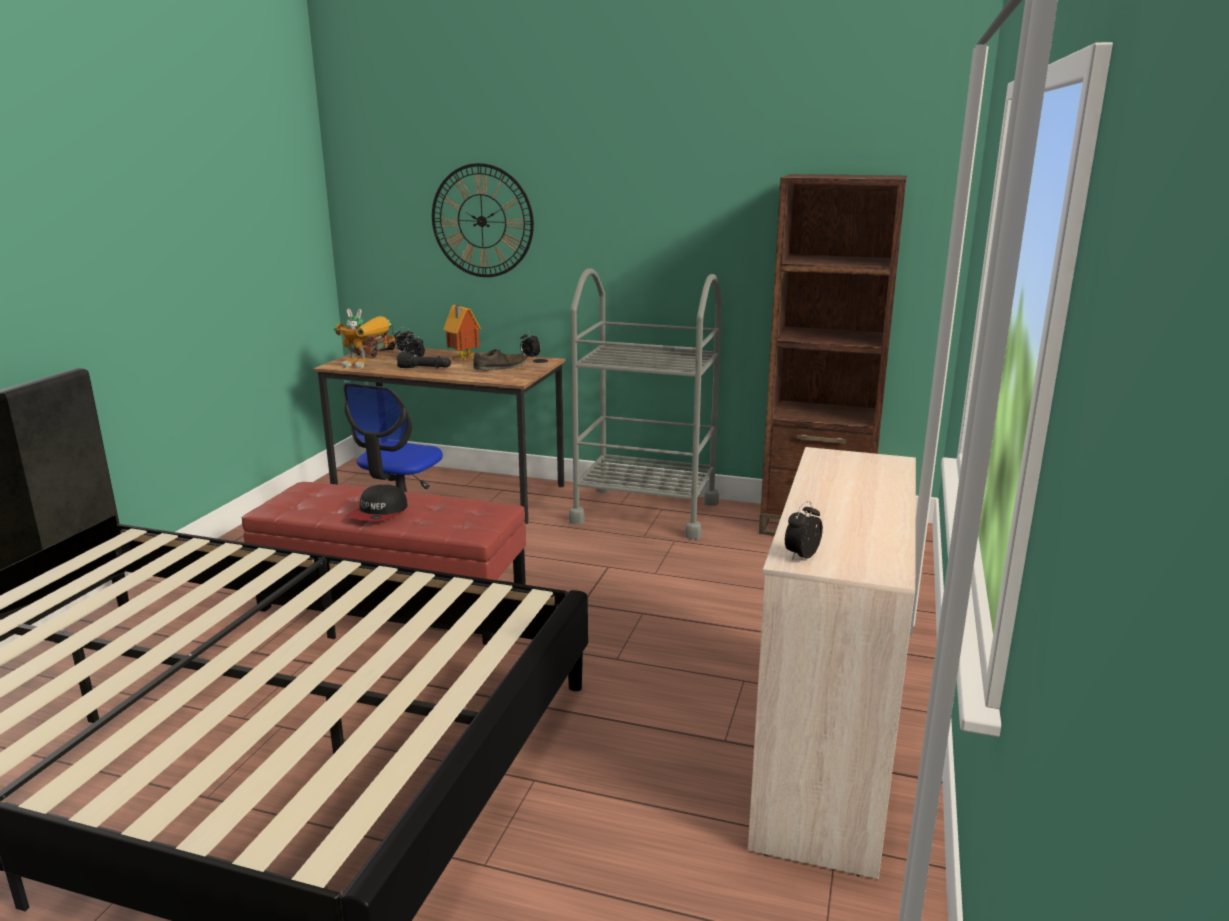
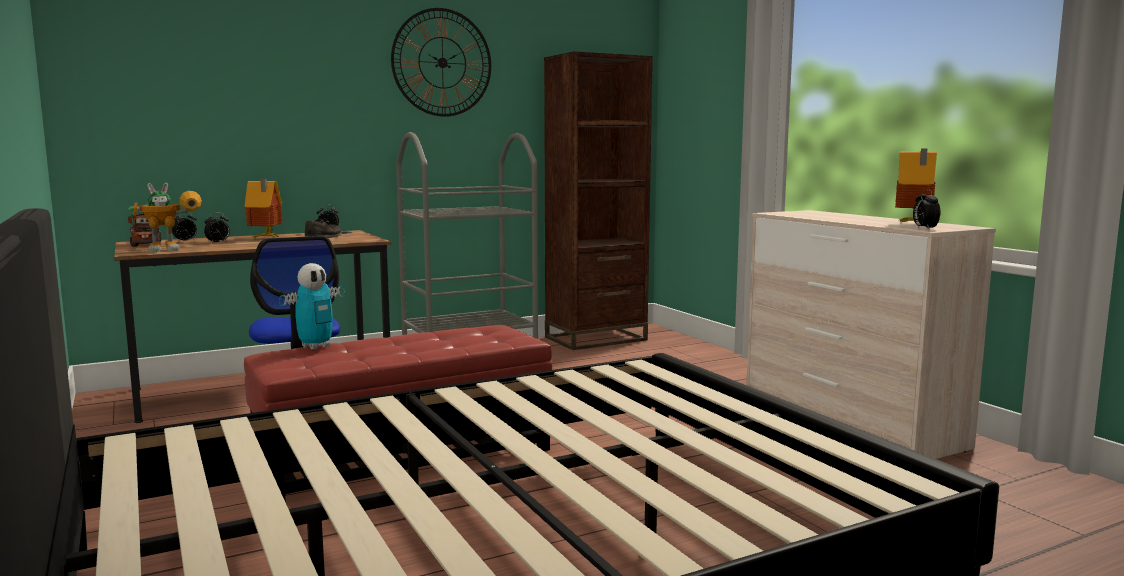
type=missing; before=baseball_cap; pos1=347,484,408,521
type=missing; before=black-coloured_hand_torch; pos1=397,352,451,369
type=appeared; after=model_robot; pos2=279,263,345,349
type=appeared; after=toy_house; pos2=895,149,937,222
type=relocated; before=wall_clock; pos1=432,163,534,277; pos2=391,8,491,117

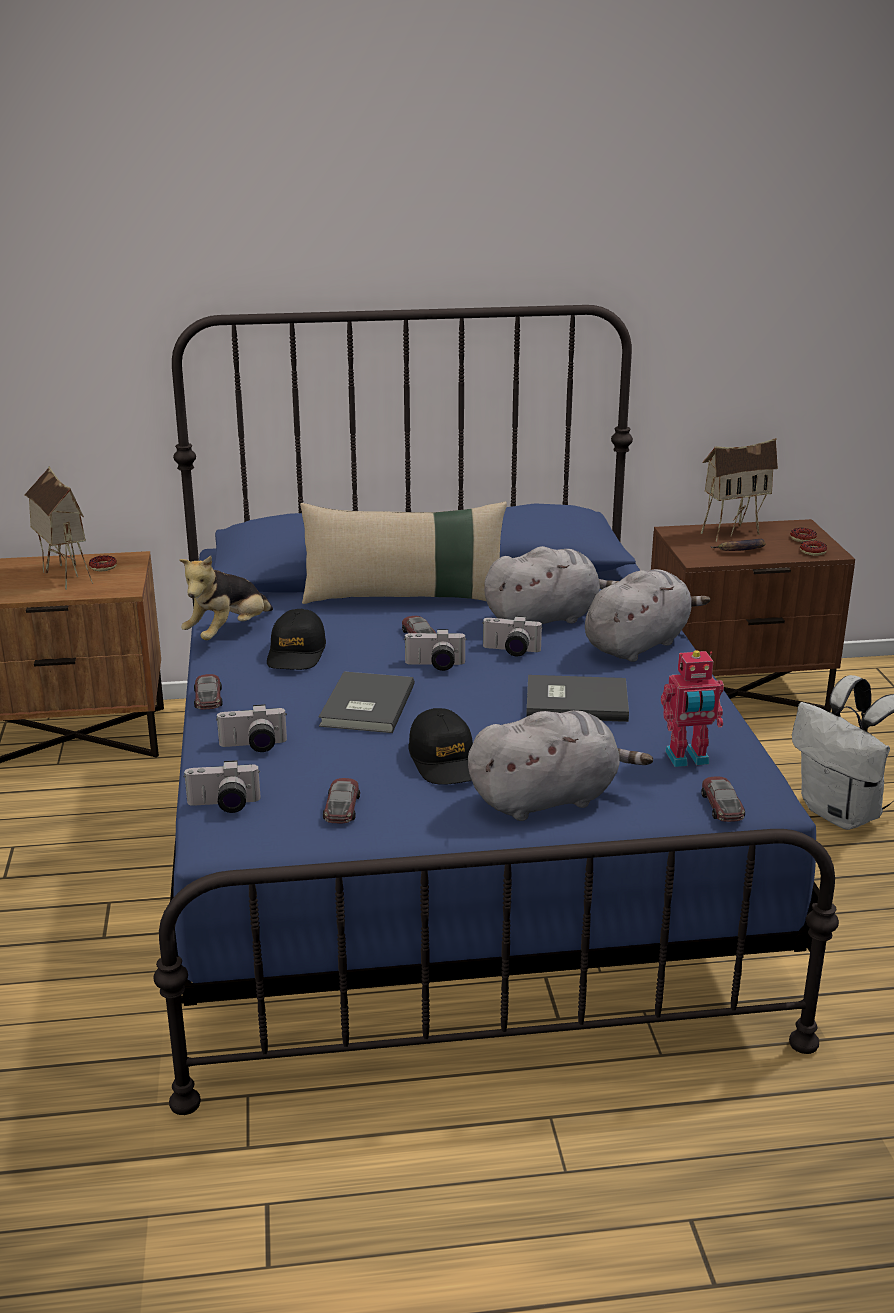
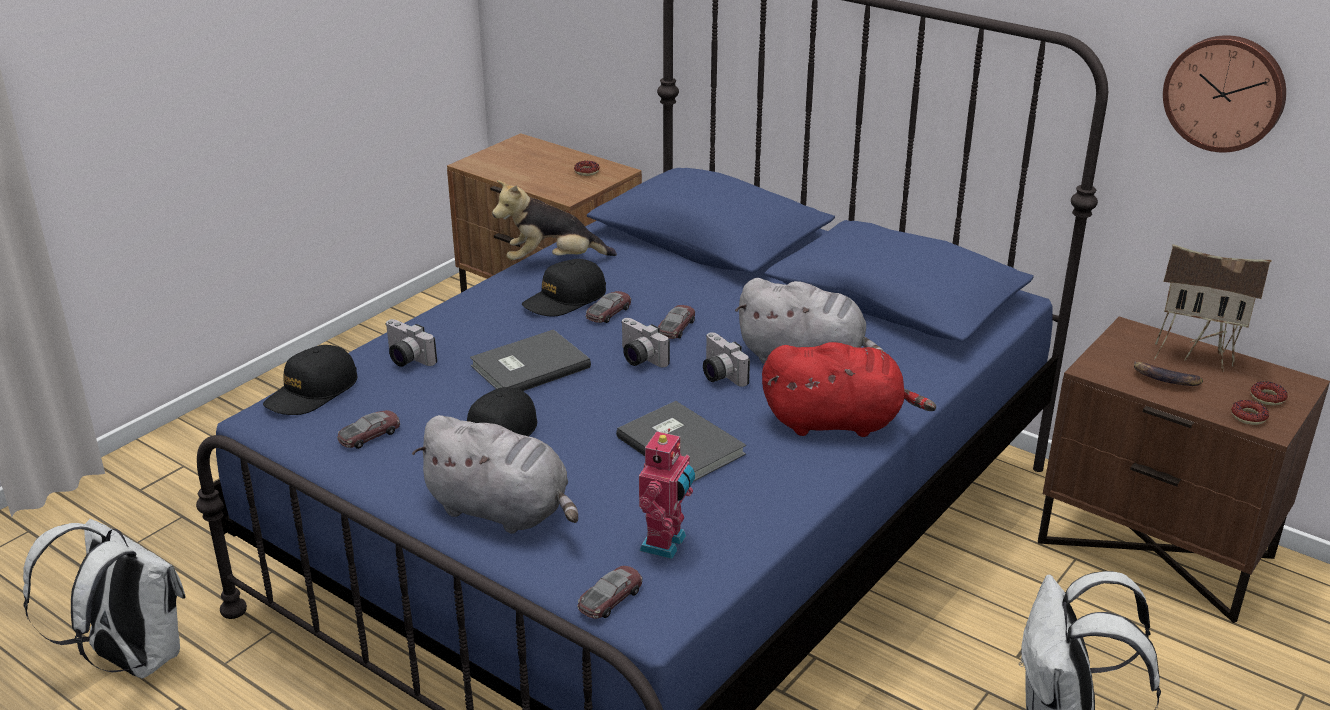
type=missing; before=toy_house; pos1=24,467,93,590
type=missing; before=beige-coloured_cushion; pos1=300,502,507,604
type=appeared; after=white-coloured_rucksack; pos2=23,519,186,679
type=appeared; after=wall_clock; pos2=1163,35,1286,152
type=relocated; before=miniature_car; pos1=194,674,223,710; pos2=586,291,631,323
type=exchanged; before=still_camera; after=black-coloured_baseball_cap; pos1=183,760,261,813; pos2=263,345,357,415
type=colour; before=gray_plush_toy; after=red_plush_toy; pos1=585,569,710,662; pos2=762,342,936,437
type=spun; before=model_robot; pos1=661,650,724,767; pos2=639,429,695,559; turn=-105

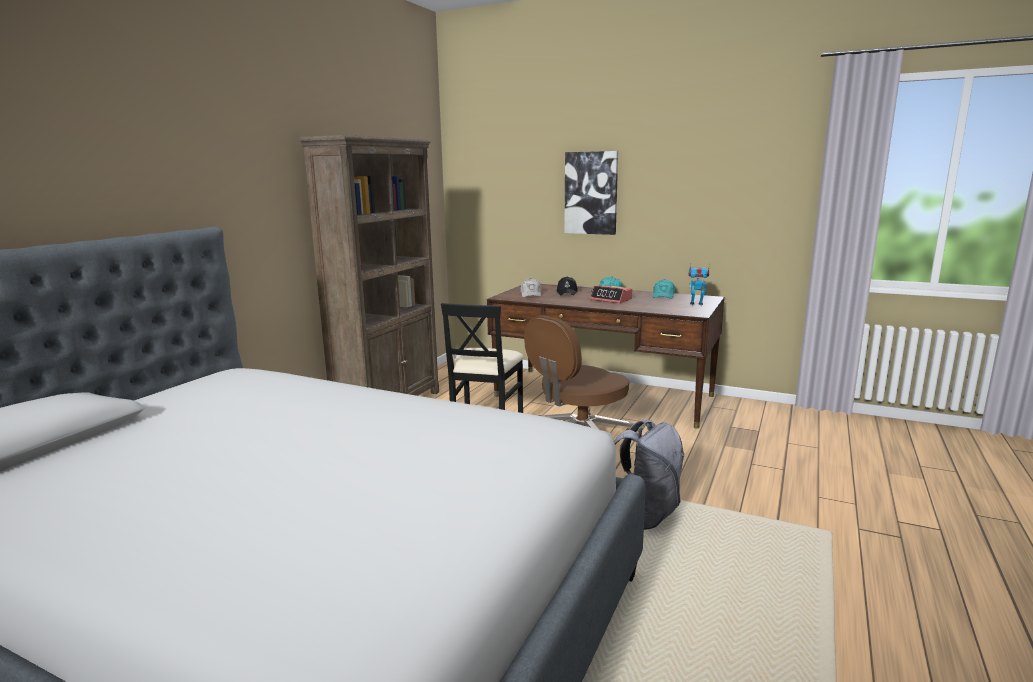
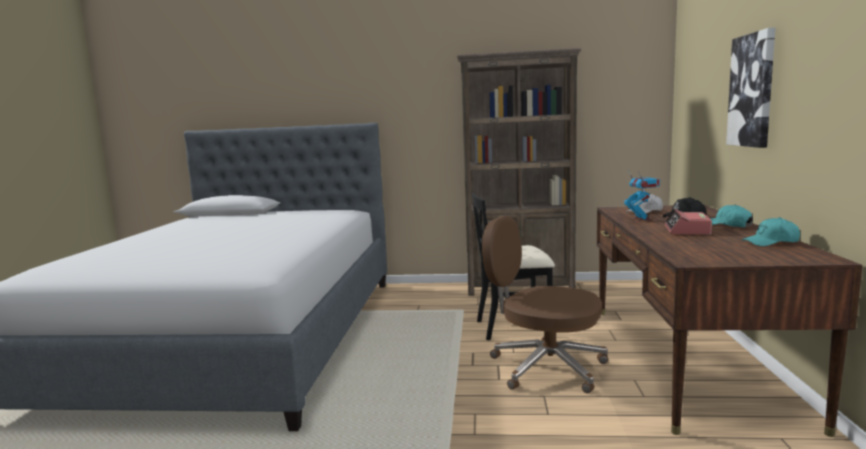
type=missing; before=gray_rucksack; pos1=614,420,684,530
type=relocated; before=model_robot; pos1=689,263,710,306; pos2=624,170,660,221

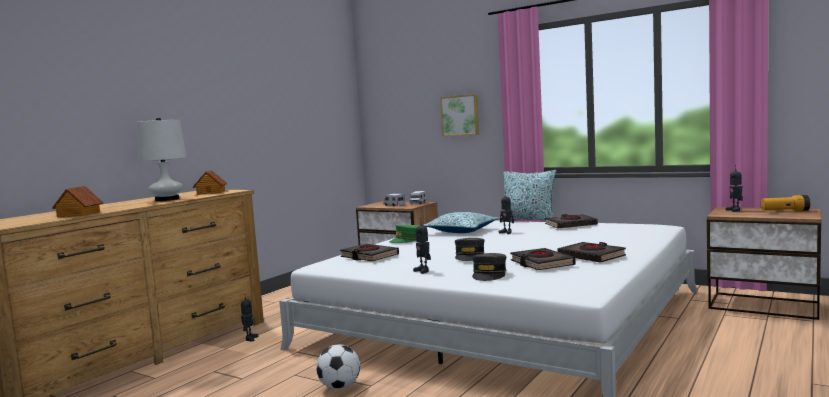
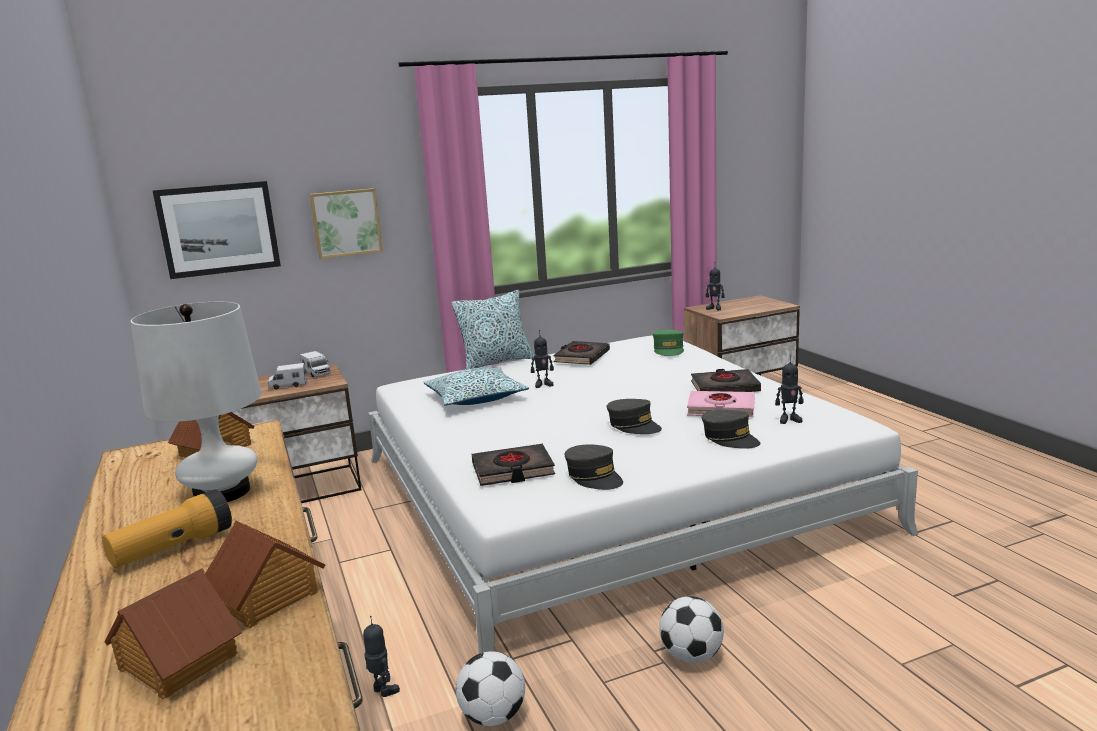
type=appeared; after=toy_house; pos2=104,568,242,699
type=appeared; after=picture; pos2=153,181,281,279
type=appeared; after=ball_for_football; pos2=456,651,525,726
type=appeared; after=gray_baseball_cap; pos2=565,444,623,490
type=relocated; before=green_baseball_cap; pos1=389,225,420,243; pos2=653,330,684,356
type=relocated; before=model_robot; pos1=413,218,431,274; pos2=775,355,804,424
type=relocated; before=hand_torch; pos1=761,195,811,211; pos2=102,489,232,568
type=colour; before=black-coloured_bound_book; after=pink_bound_book; pos1=510,248,576,270; pos2=687,391,755,417

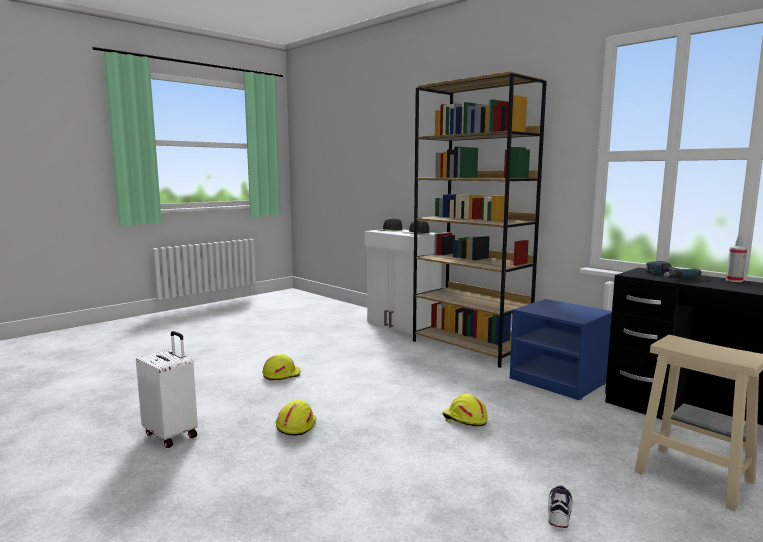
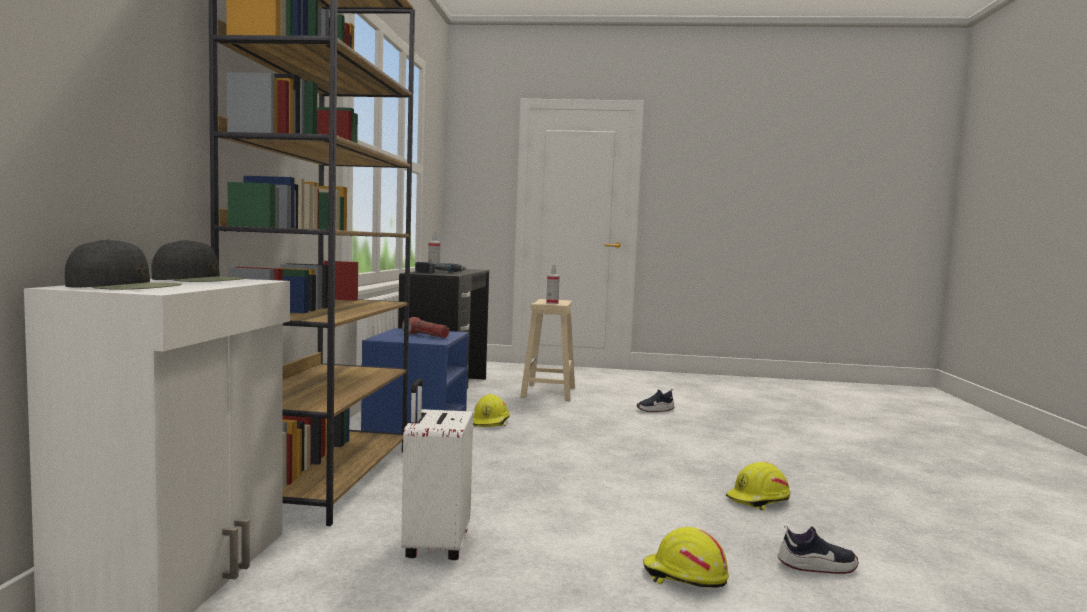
type=appeared; after=hand_torch; pos2=402,317,449,338
type=appeared; after=hand_sprayer; pos2=546,265,560,304
type=appeared; after=shoe; pos2=778,525,859,574
type=relocated; before=white-coloured_piece_of_luggage; pos1=136,331,198,448; pos2=401,378,473,560
type=relocated; before=yellowish_safety_helmet; pos1=443,394,488,426; pos2=473,394,510,427

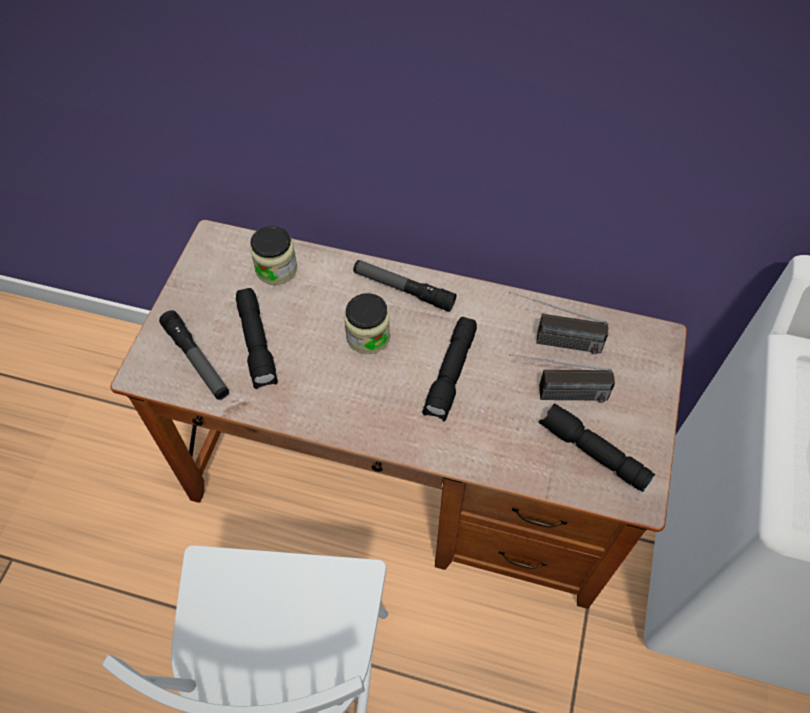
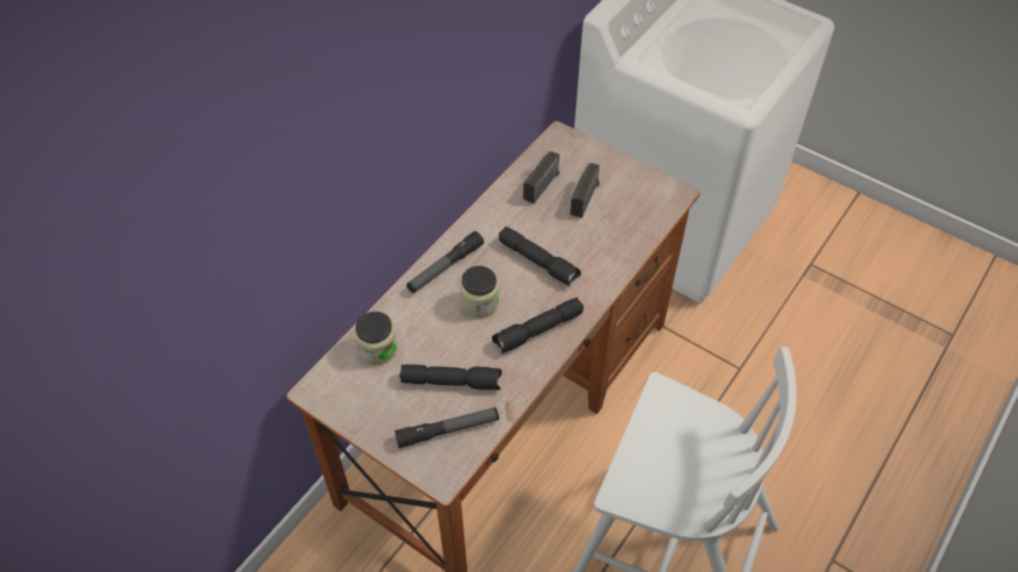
type=relocated; before=black-coloured_hand_torch; pos1=539,404,655,492; pos2=492,297,584,354

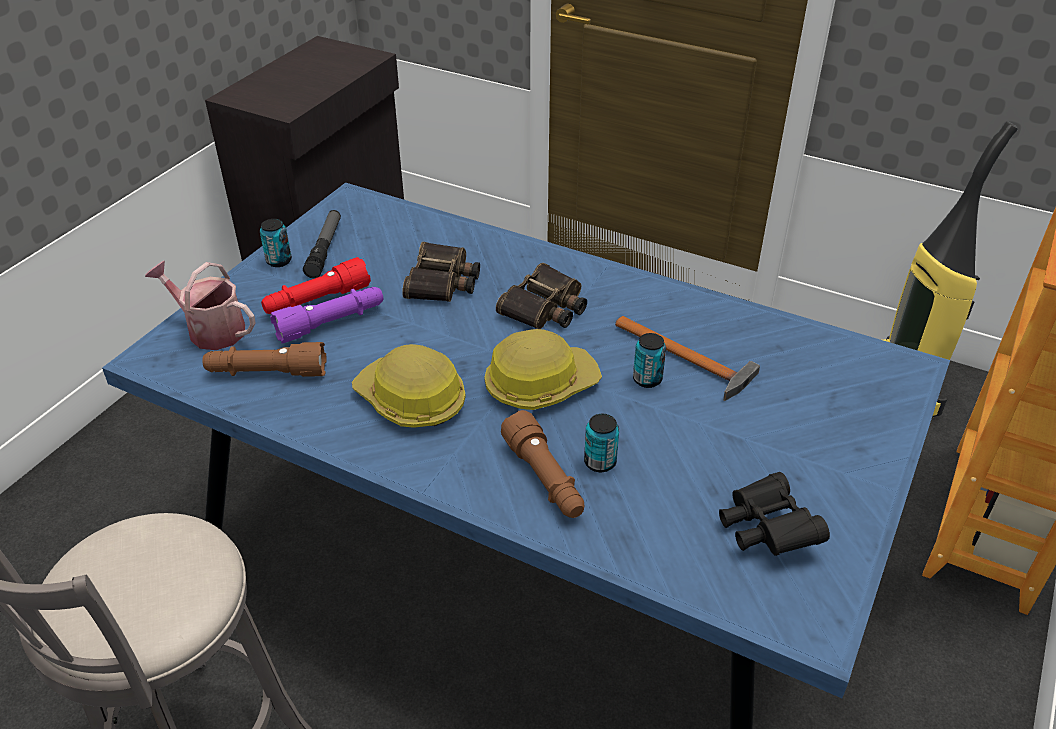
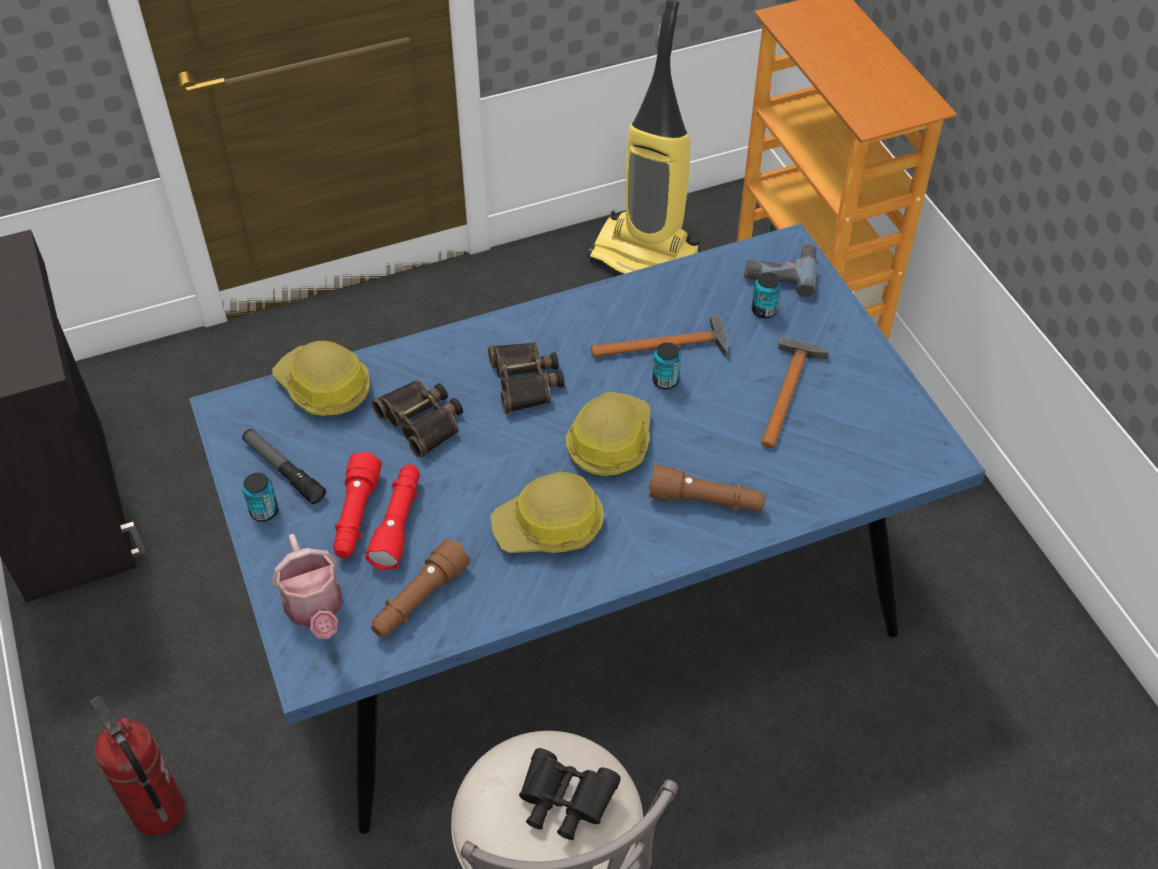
type=appeared; after=extinguisher; pos2=91,696,185,835
type=appeared; after=safety_helmet; pos2=272,341,370,416
type=appeared; after=power_drill; pos2=744,244,817,297
type=appeared; after=hand_hammer; pos2=761,337,829,448
type=relocated; before=metal_can; pos1=584,414,619,472; pos2=752,272,781,318
type=relocated; before=black-coloured_binoculars; pos1=719,472,830,556; pos2=519,748,621,840
type=colour; before=purplish_hand_torch; after=red_hand_torch; pos1=270,287,383,344; pos2=366,464,420,570
type=spun; before=sprinkling_can; pos1=145,261,256,350; pos2=272,534,341,639; turn=-90

